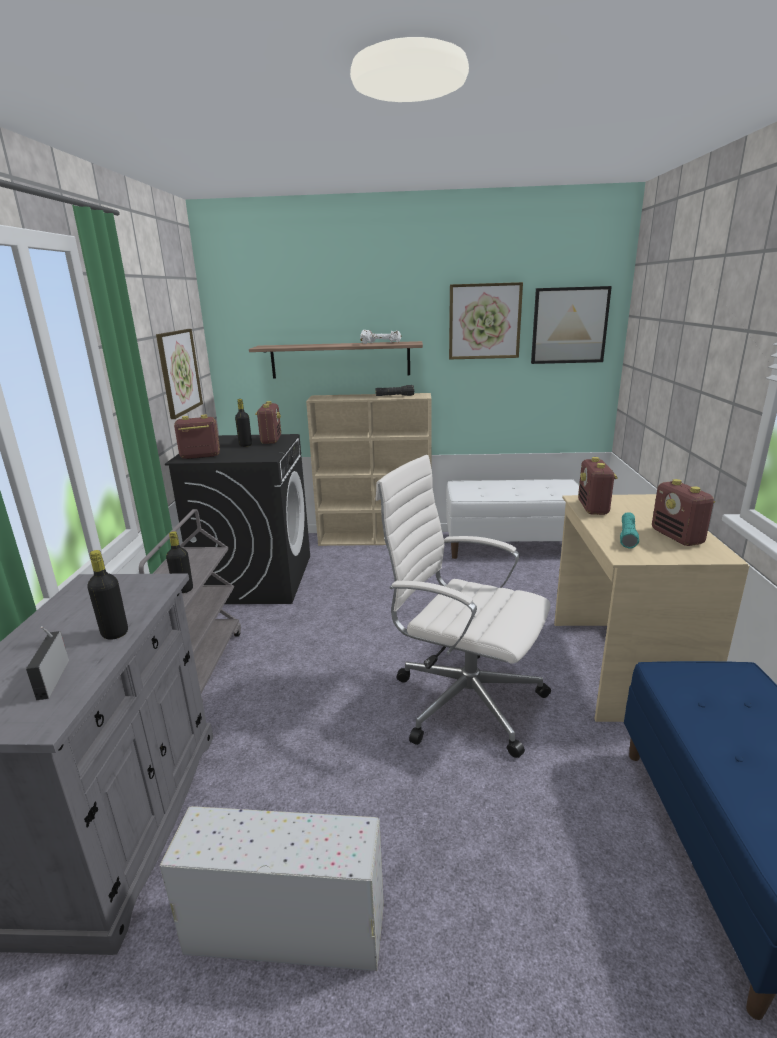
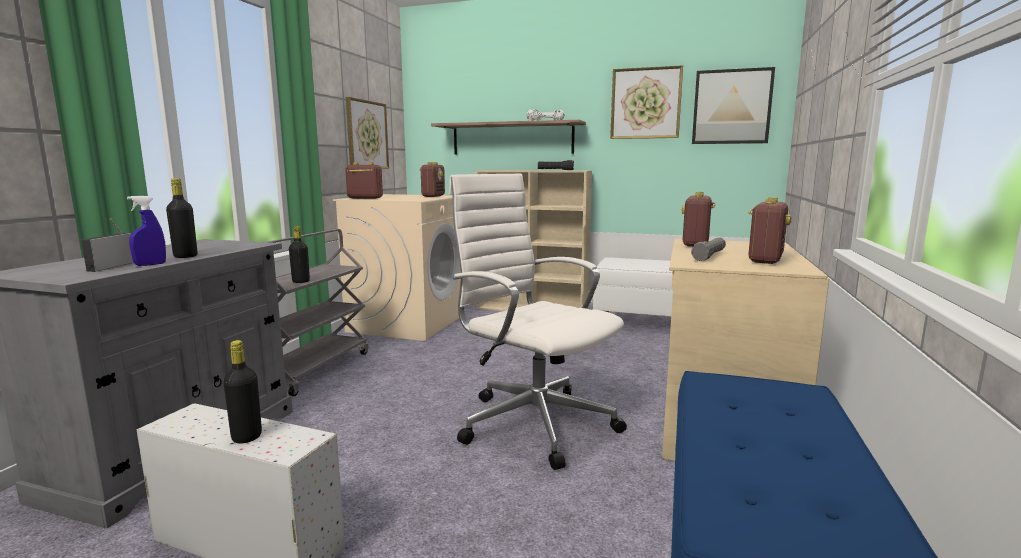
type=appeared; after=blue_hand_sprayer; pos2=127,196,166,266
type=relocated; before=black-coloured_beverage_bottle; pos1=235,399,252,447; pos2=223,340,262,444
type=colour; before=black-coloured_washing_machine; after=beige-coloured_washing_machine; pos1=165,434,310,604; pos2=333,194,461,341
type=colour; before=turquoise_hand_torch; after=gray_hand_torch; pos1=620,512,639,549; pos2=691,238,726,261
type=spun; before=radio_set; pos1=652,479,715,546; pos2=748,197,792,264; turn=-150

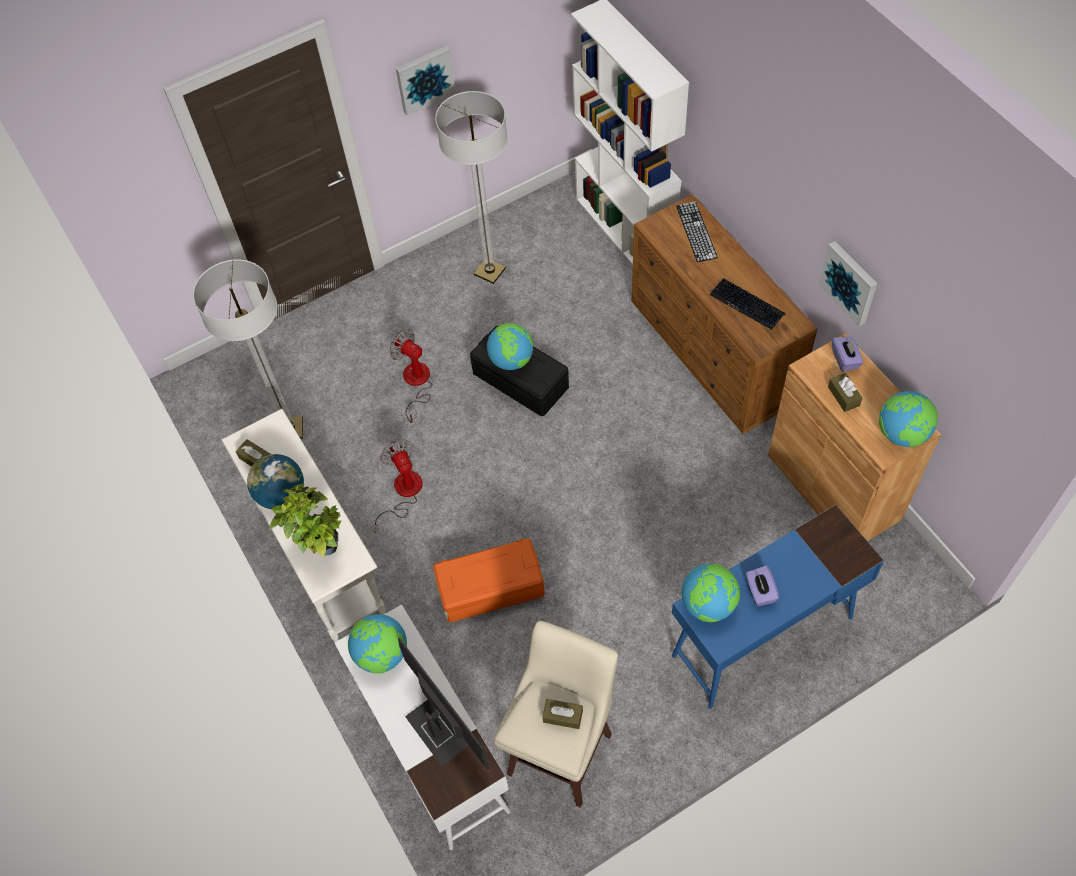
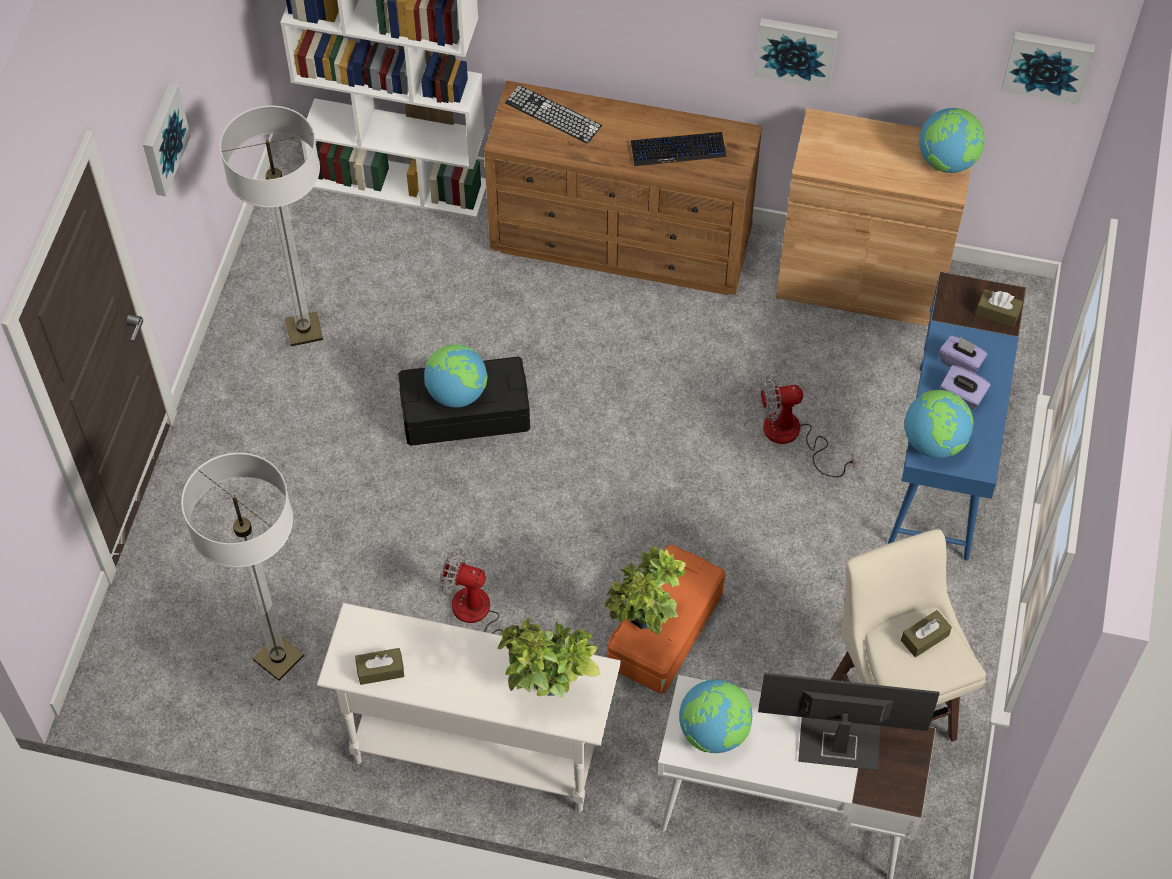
type=missing; before=world_globe; pos1=247,454,304,509
type=appeared; after=potted_plant; pos2=604,546,686,634
type=appeared; after=picture; pos2=1001,31,1095,105
type=relocated; before=fan; pos1=390,329,432,423; pos2=761,375,855,477
type=relocated; before=brown-coloured_box_of_tissues; pos1=828,373,862,412; pos2=976,289,1023,327
type=relocated; before=purplish_box_of_tissues; pos1=832,337,863,372; pos2=939,335,988,373

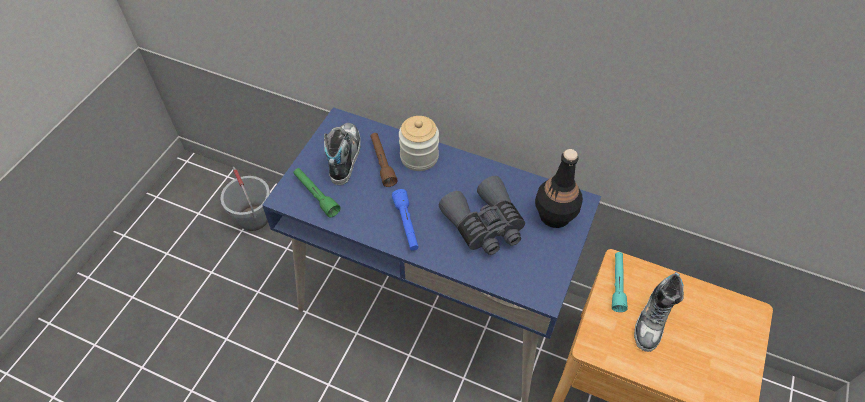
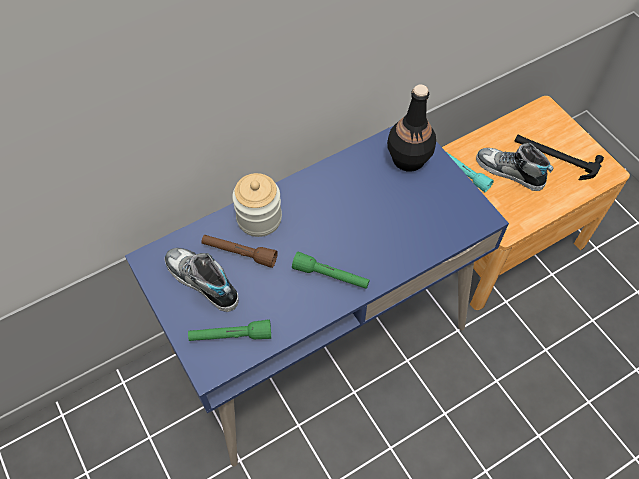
type=missing; before=gray_bucket; pos1=220,167,270,231
type=missing; before=gray_binoculars; pos1=439,176,525,255
type=appeared; after=hand_hammer; pos2=514,135,604,180
type=colour; before=blue_hand_torch; after=green_hand_torch; pos1=392,189,419,251; pos2=292,252,370,289
type=spun; before=shoe; pos1=634,272,684,352; pos2=476,143,553,191; turn=150

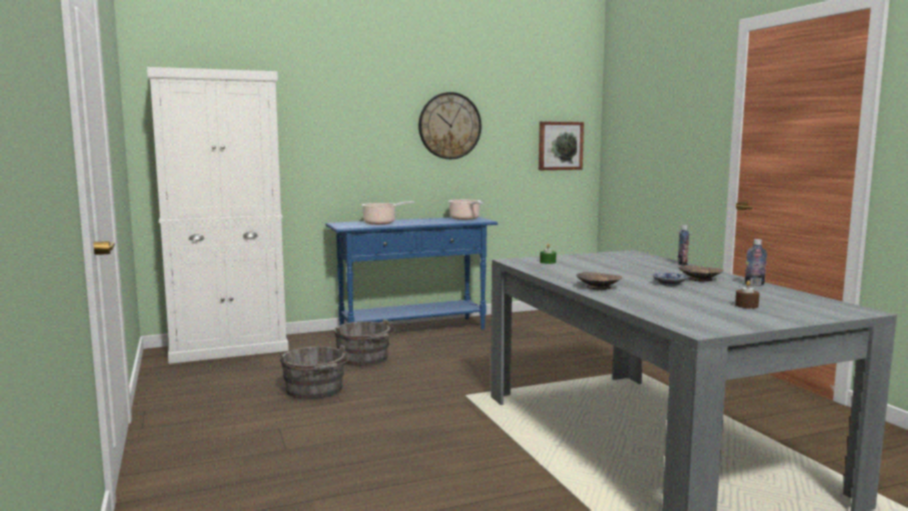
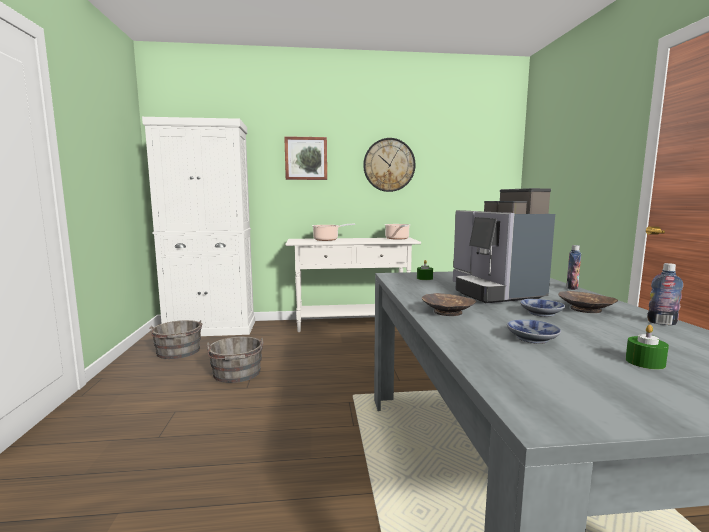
type=appeared; after=coffee_machine; pos2=453,188,555,303
type=appeared; after=bowl; pos2=507,319,561,344
type=relocated; before=gray_bucket; pos1=334,319,396,366; pos2=150,320,202,359
type=relocated; before=picture; pos1=539,122,584,170; pos2=284,136,327,180
type=colour; before=blue_narrow_table; after=white-coloured_narrow_table; pos1=325,217,498,329; pos2=286,238,421,332
type=colour; before=brown-coloured_candle; after=green_candle; pos1=735,280,760,309; pos2=626,325,669,370

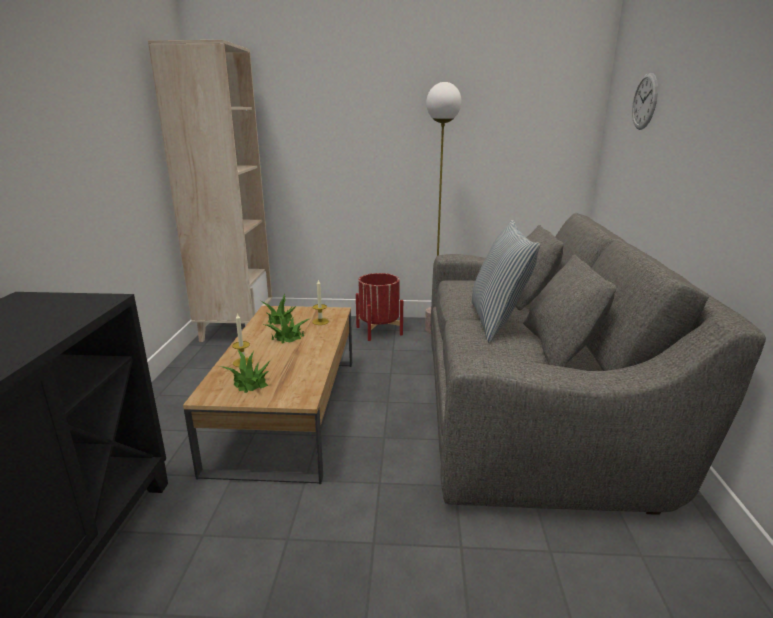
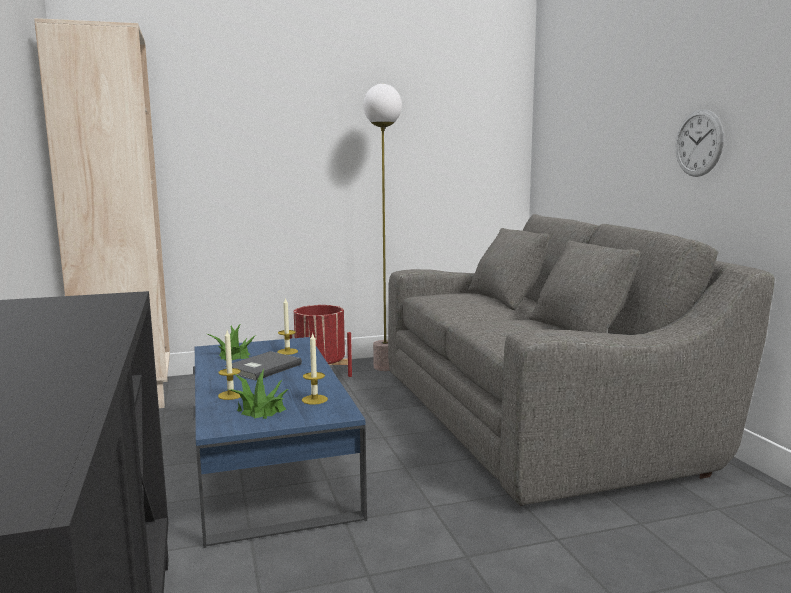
type=missing; before=cushion; pos1=471,220,540,343
type=appeared; after=candle; pos2=302,332,328,405
type=relocated; before=wall_clock; pos1=632,73,658,130; pos2=676,109,724,177
type=exchanged; before=potted_plant; after=gray_bound_book; pos1=265,313,309,344; pos2=225,351,302,381
type=colour; before=brown-coloured_coffee_table; after=blue_coffee_table; pos1=183,306,352,484; pos2=193,337,367,548

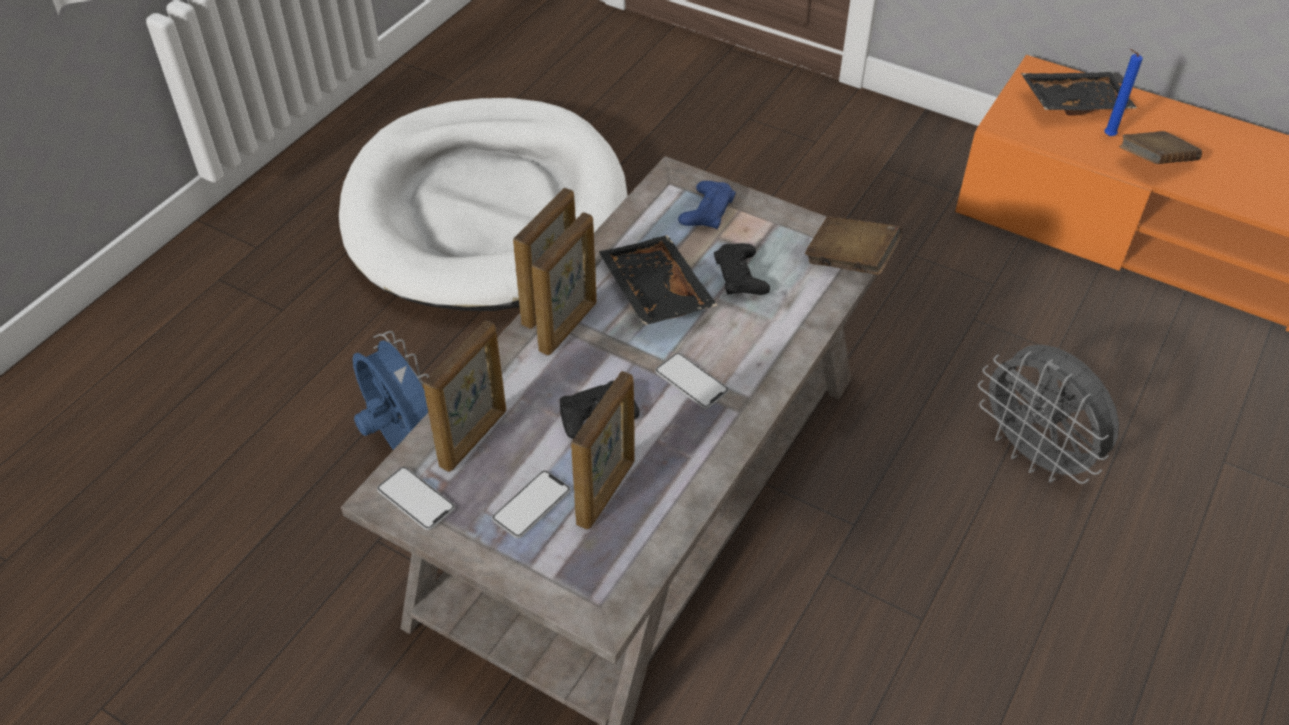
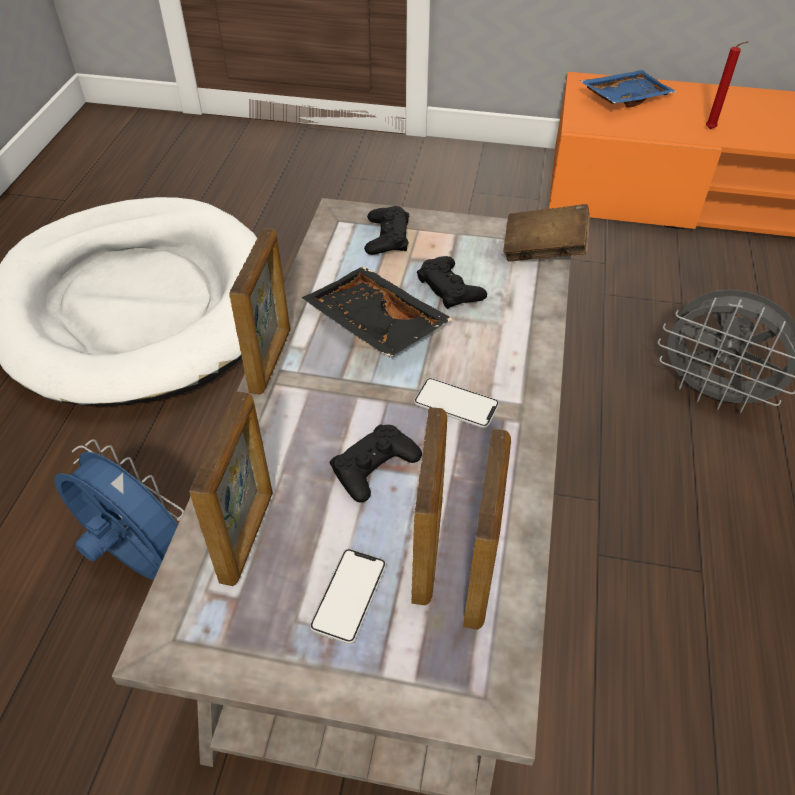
type=missing; before=phone; pos1=377,467,455,530
type=missing; before=blue_candle; pos1=1104,49,1143,136
type=relocated; before=photo_frame; pos1=532,212,597,356; pos2=463,429,511,630
type=exchanged; before=brown-coloured_bound_book; after=red_candle; pos1=1119,131,1202,164; pos2=706,41,749,129
type=colour; before=blue_gamepad; after=black-coloured_gamepad; pos1=678,181,736,229; pos2=364,206,409,255
type=colour; before=black-coloured_tray; after=blue_tray; pos1=1021,72,1137,116; pos2=580,70,677,108

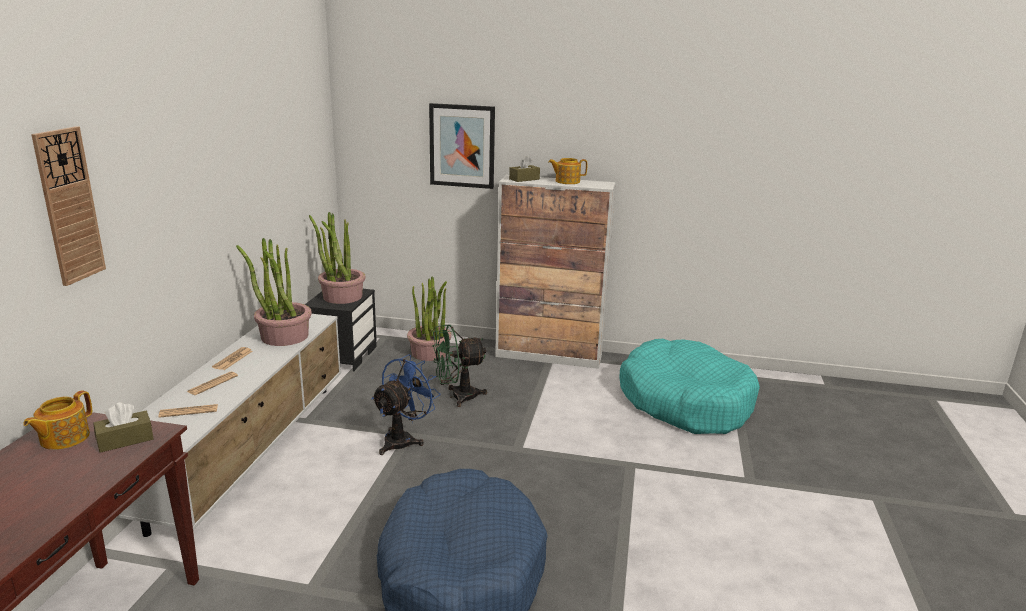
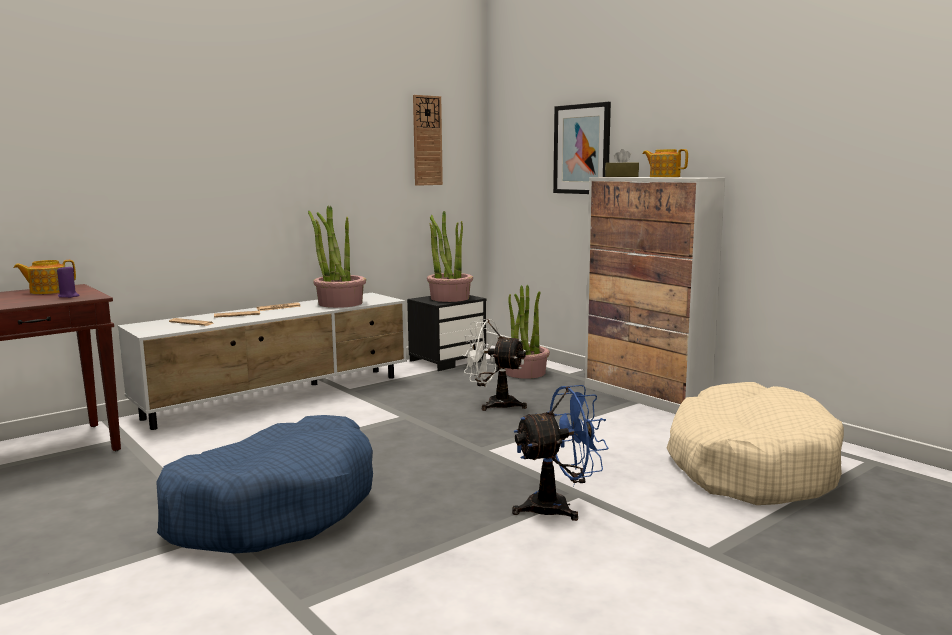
type=relocated; before=wall_clock; pos1=31,126,106,286; pos2=413,95,443,186
type=relocated; before=blue_fan; pos1=371,354,440,455; pos2=512,385,608,521
type=exchanged; before=brown-coloured_box_of_tissues; after=purplish_candle; pos1=93,402,154,453; pos2=57,265,80,298
type=colour; before=green_fan; after=white-coloured_fan; pos1=432,325,487,407; pos2=462,319,527,411
type=colour; before=turquoise_dog_bed; after=beige-coloured_dog_bed; pos1=619,339,760,434; pos2=667,382,844,505

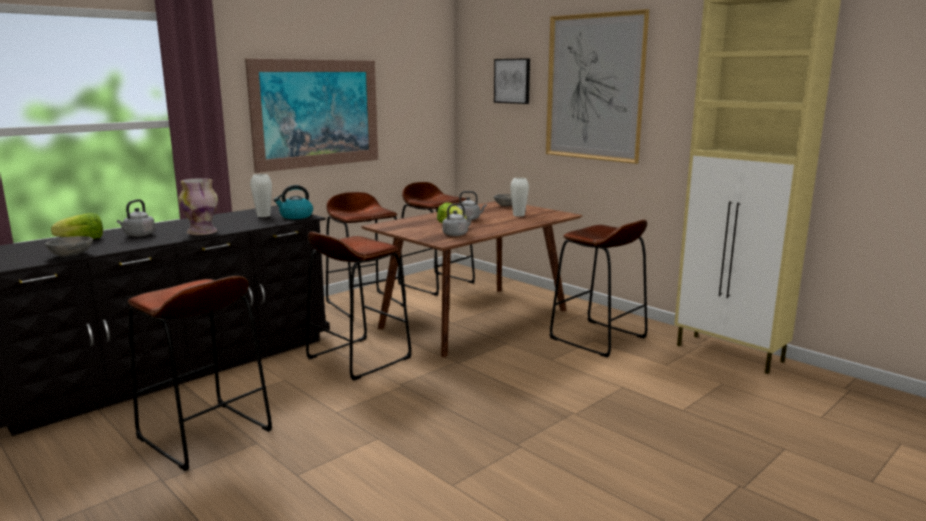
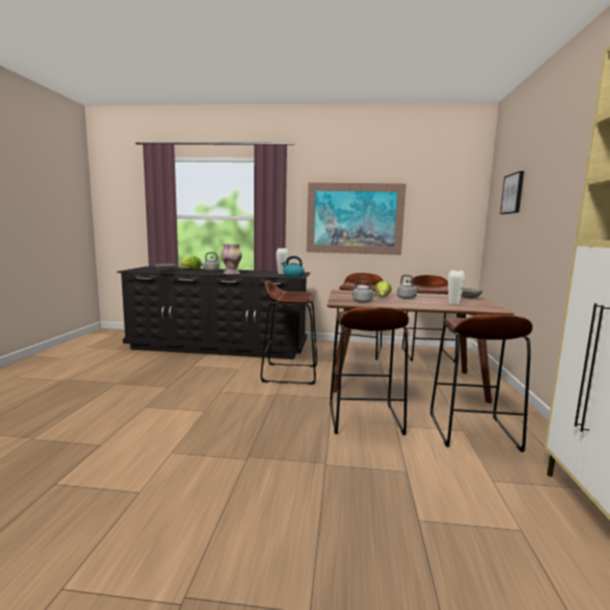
type=missing; before=picture; pos1=546,9,649,164
type=relocated; before=brown-coloured_stool_seat; pos1=128,276,272,471; pos2=330,307,409,435

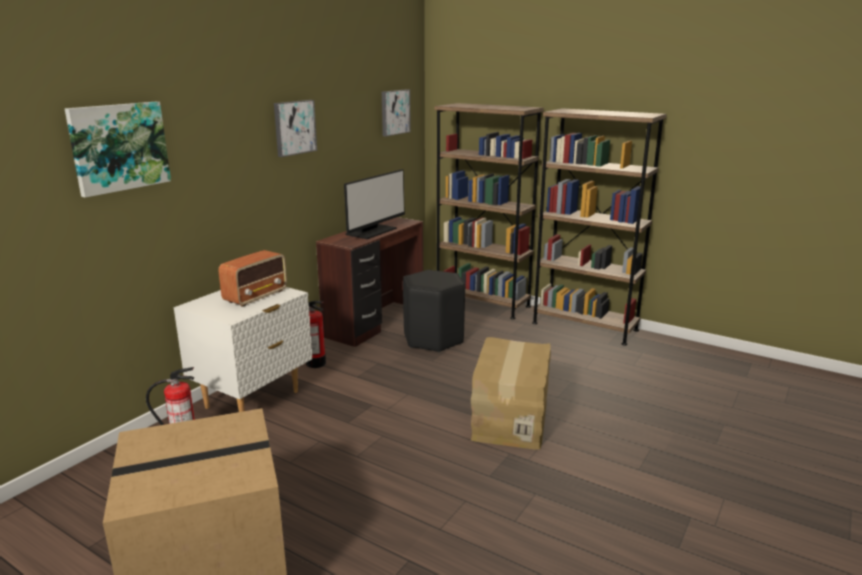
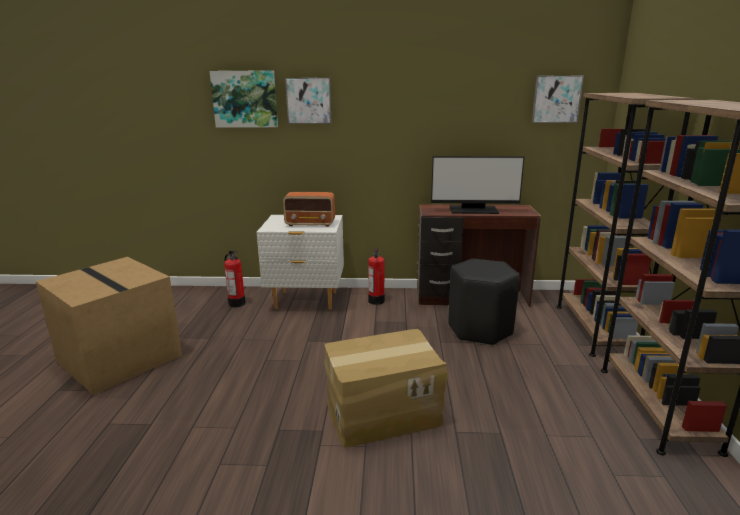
type=relocated; before=picture; pos1=274,100,317,157; pos2=285,78,331,124

